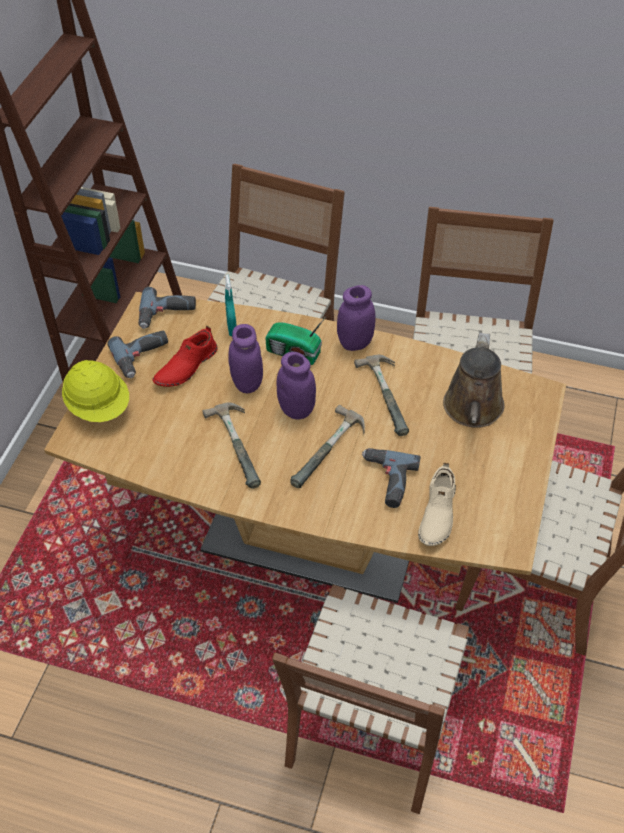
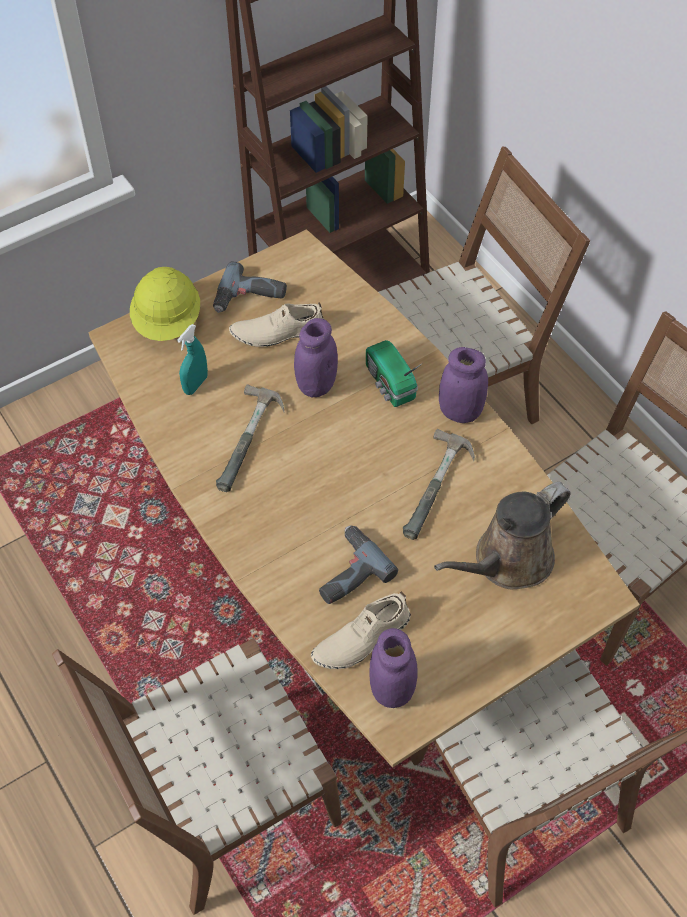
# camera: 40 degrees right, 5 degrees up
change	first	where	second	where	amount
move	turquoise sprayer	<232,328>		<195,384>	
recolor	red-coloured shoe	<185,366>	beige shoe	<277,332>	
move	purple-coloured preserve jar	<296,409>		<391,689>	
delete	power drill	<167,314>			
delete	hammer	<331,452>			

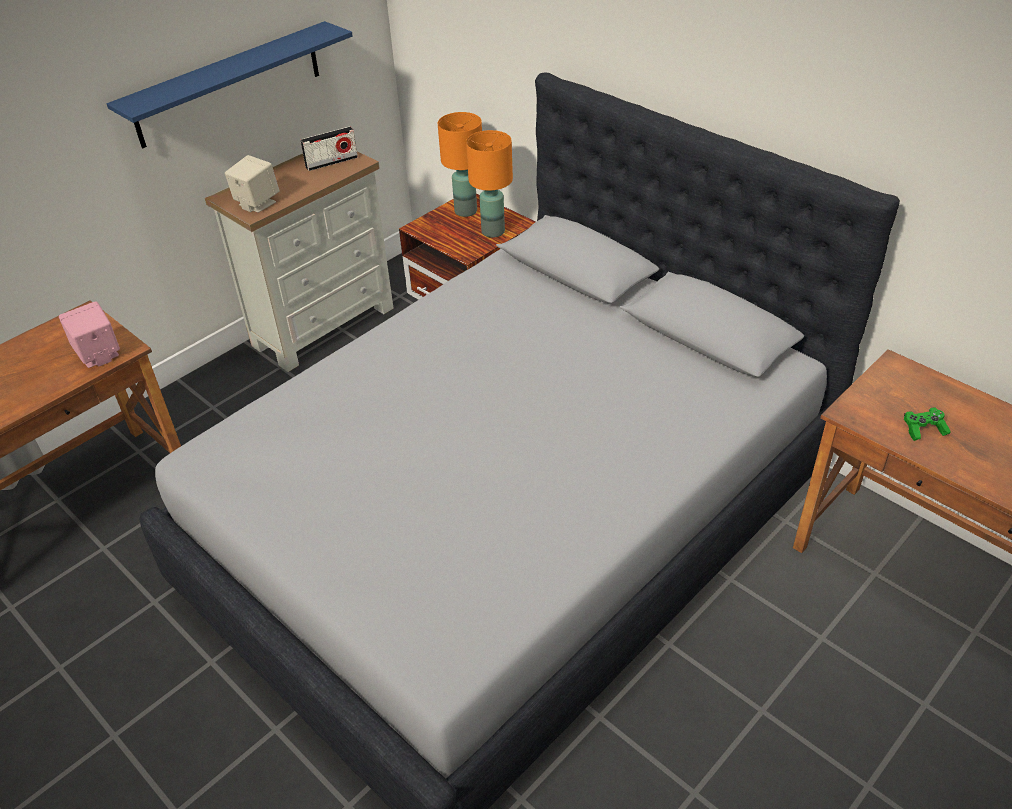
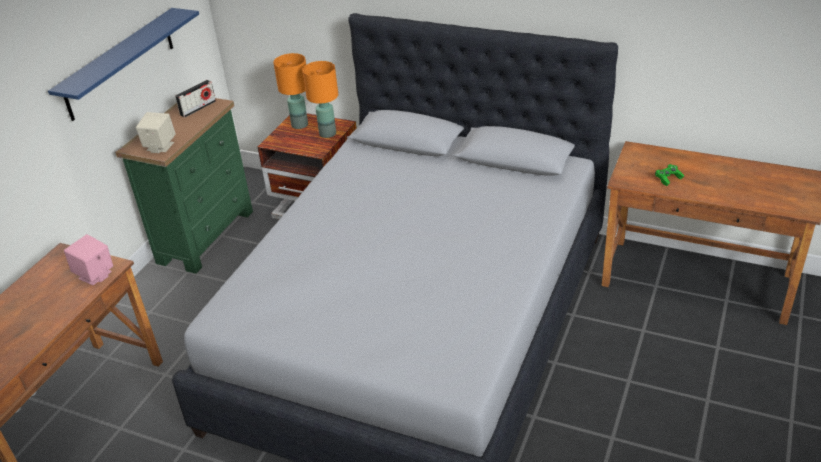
# camera: 20 degrees left, 5 degrees down
change	first	where	second	where	amount
recolor	white-coloured drawer chest	<325,326>	green-coloured drawer chest	<207,236>	

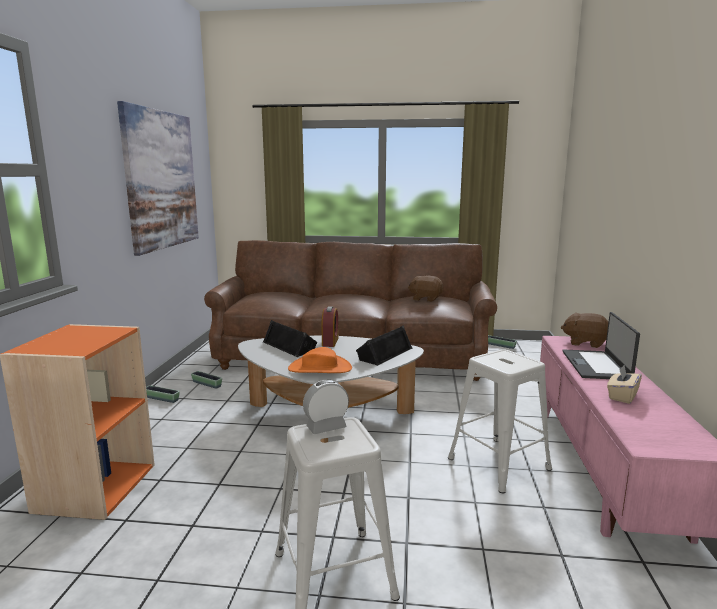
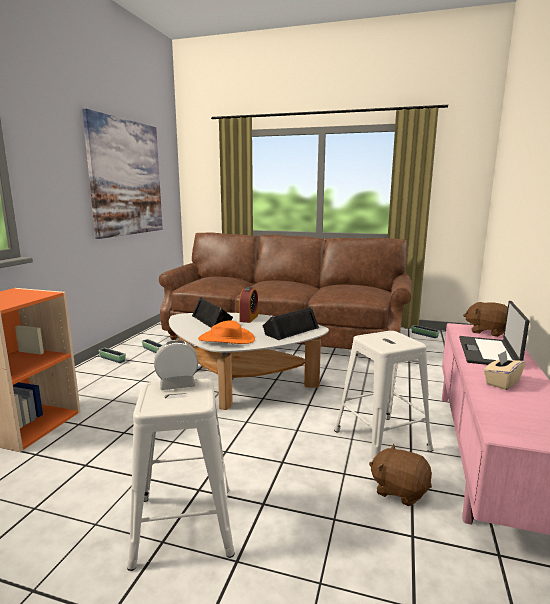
# camera: 10 degrees right, 0 degrees up
change	first	where	second	where	amount
move	brownish plush toy	<426,299>		<399,490>	

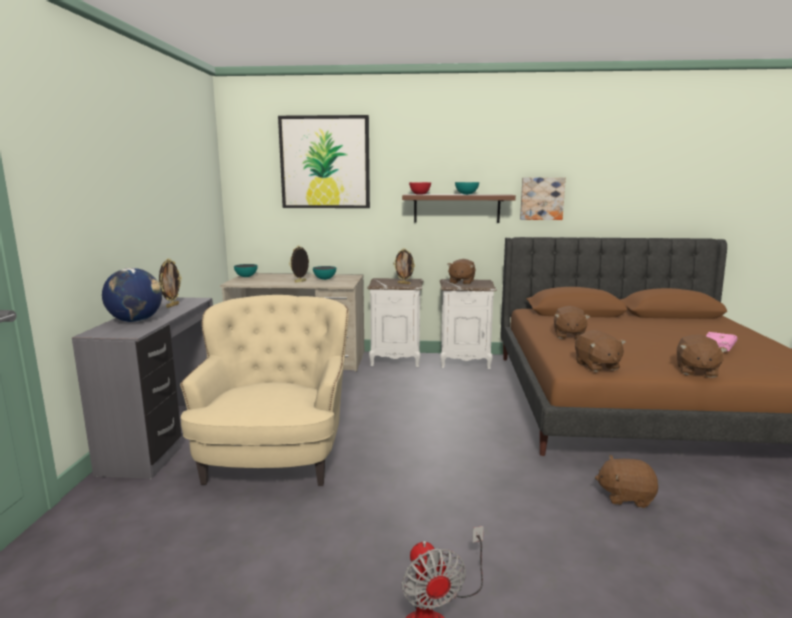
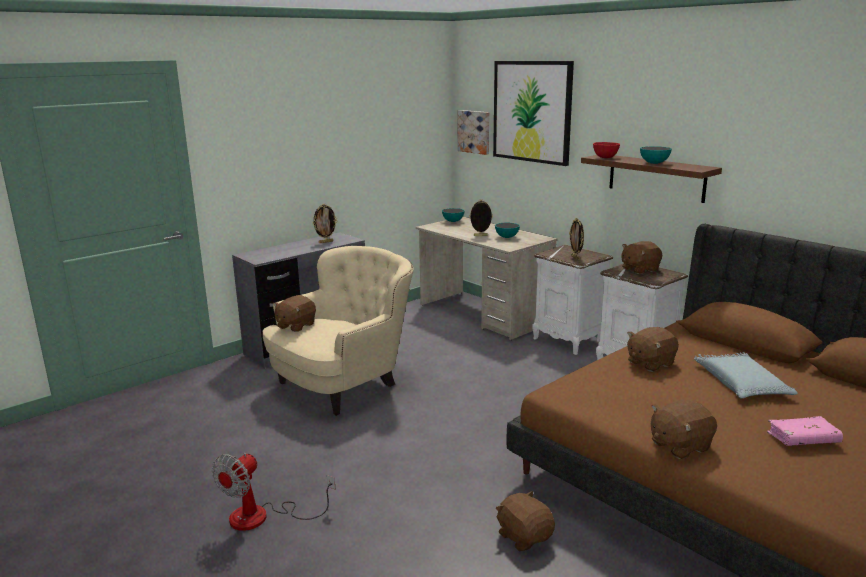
# camera: 45 degrees right, 5 degrees up
change	first	where	second	where	amount
move	brownish plush toy	<596,366>		<295,326>	
move	wall art	<541,198>		<474,131>	
insert			bluish throw pillow	<741,382>	
delete	desk globe	<136,321>			

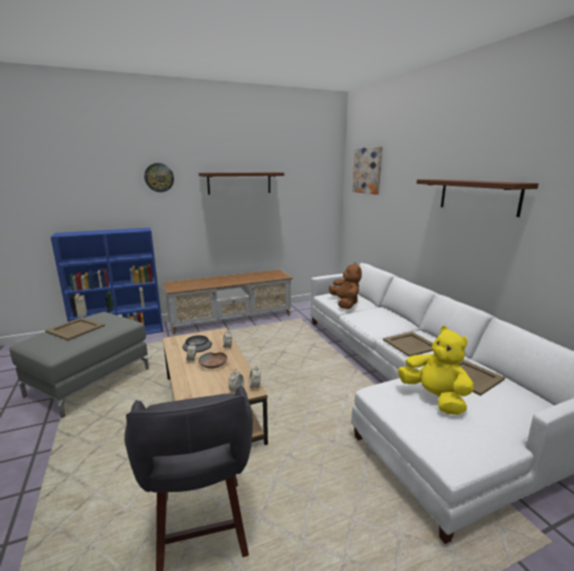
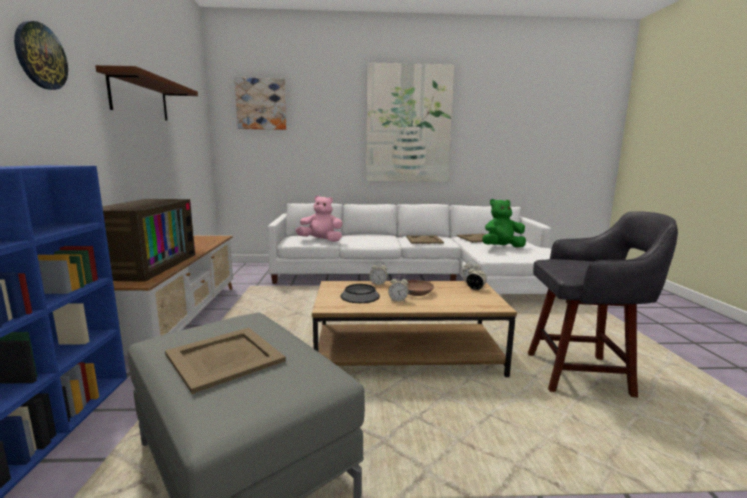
# camera: 70 degrees left, 5 degrees down
change	first	where	second	where	amount
insert			television	<146,265>	
recolor	brownish plush toy	<345,303>	pinkish plush toy	<321,240>	
replace	brownish shelf	<478,196>	wall art	<408,124>	
recolor	yellow-coloured plush toy	<434,398>	green-coloured plush toy	<501,247>	

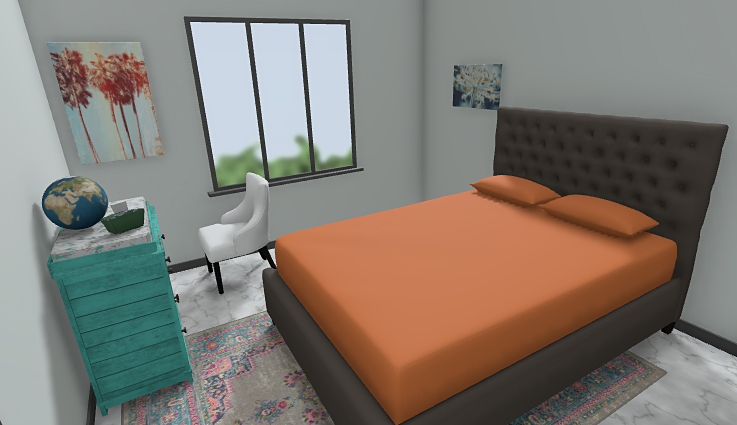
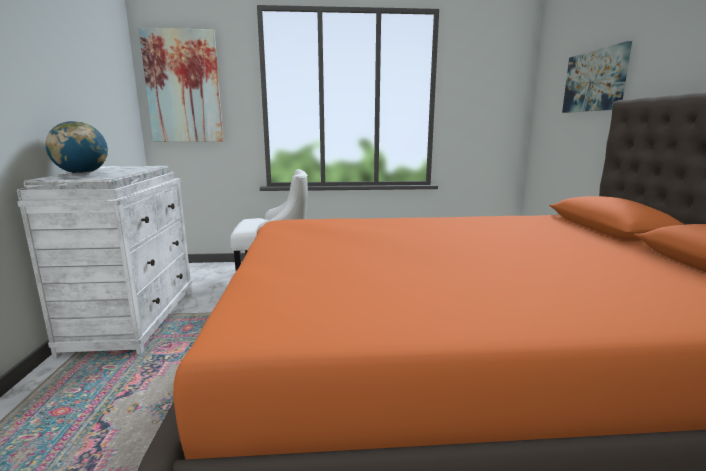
# camera: 25 degrees right, 5 degrees down
change	first	where	second	where	amount
recolor	turquoise drawer chest	<146,353>	white-coloured drawer chest	<134,319>	
delete	green-coloured tissue box	<126,228>			

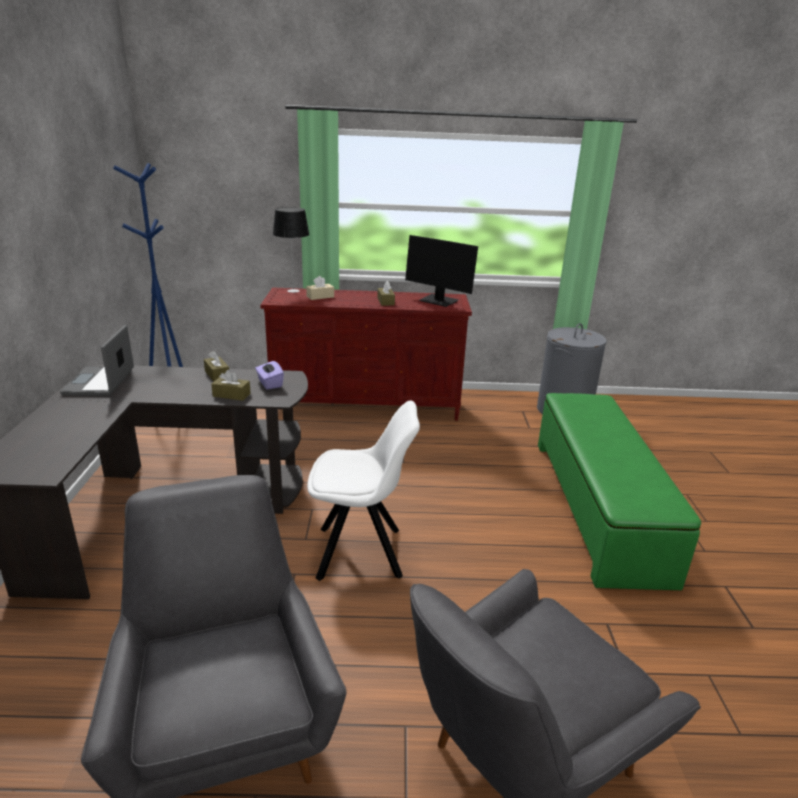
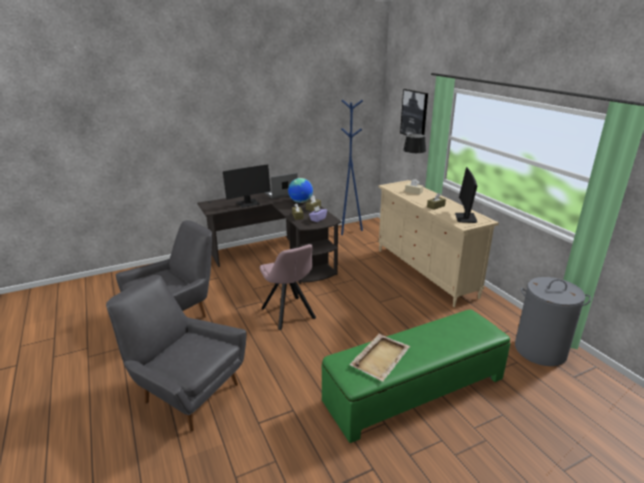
# camera: 65 degrees right, 0 degrees up
change	first	where	second	where	amount
insert			computer screen	<248,203>	
recolor	white-coloured upright chair	<360,553>	pinkish upright chair	<288,313>	
insert			desk globe	<300,202>	
insert			beige carrying tray	<381,358>	
recolor	red-coloured drawer chest	<366,407>	beige drawer chest	<425,272>	
insert			wall art	<414,114>	

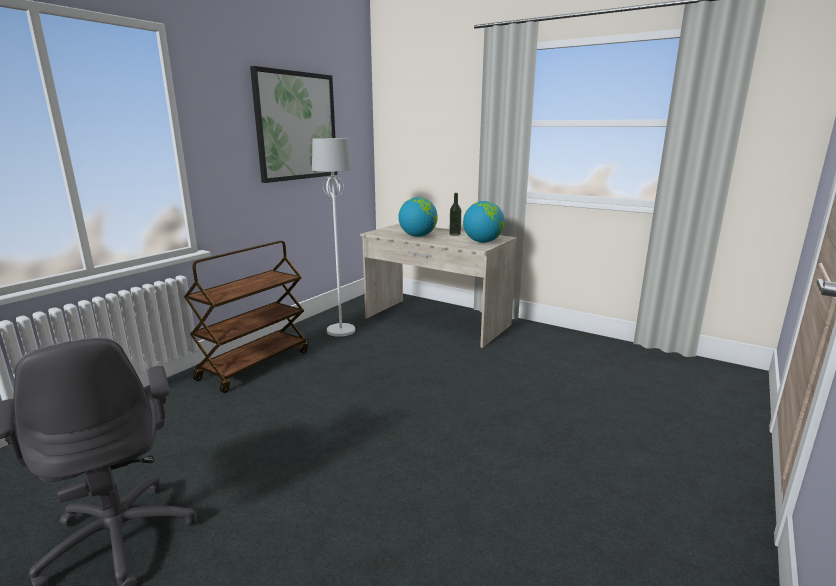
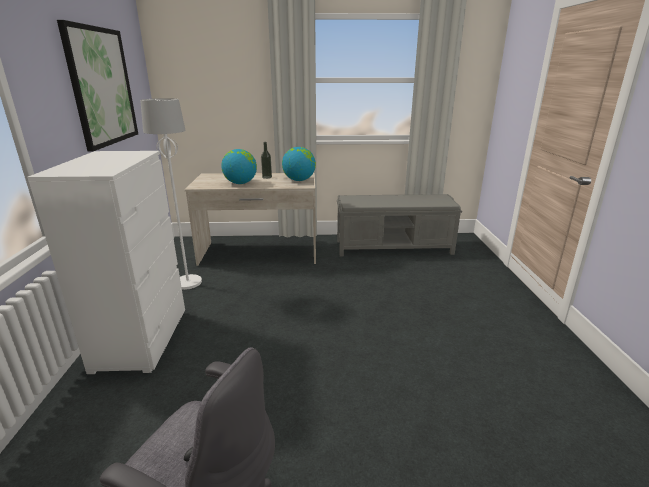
# camera: 35 degrees left, 5 degrees up
change	first	where	second	where	amount
replace	brownish trolley	<255,364>	white-coloured drawer chest	<142,339>	
insert			gray bench	<394,247>	

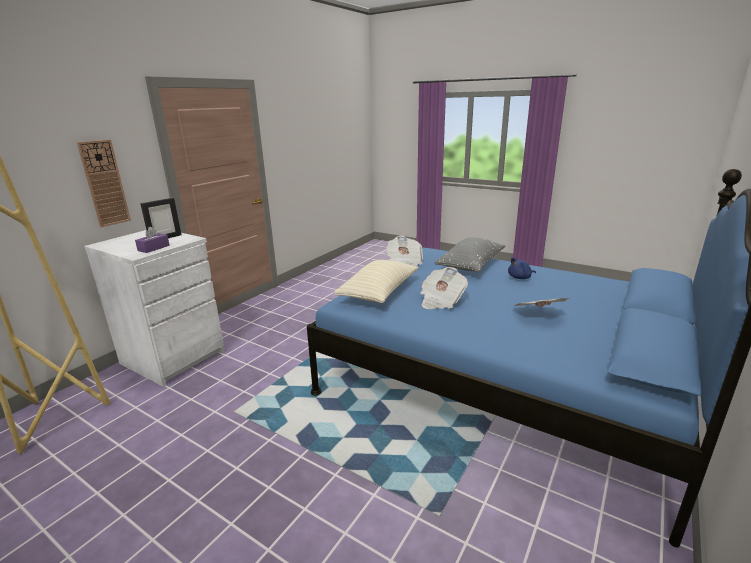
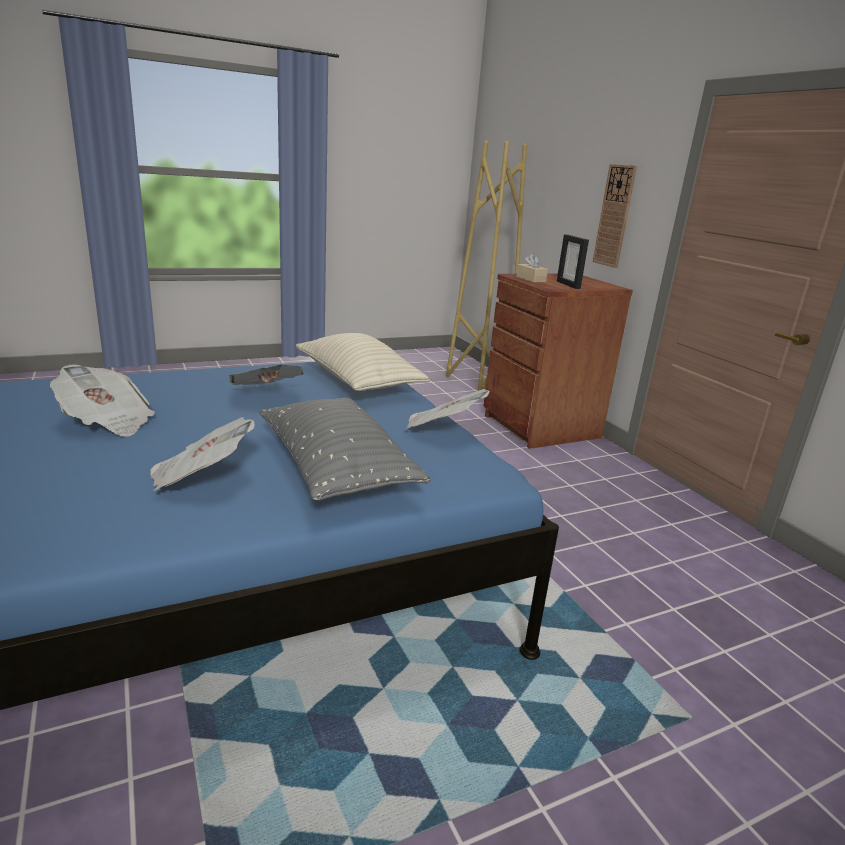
# camera: 120 degrees right, 0 degrees up
change	first	where	second	where	amount
replace	bluish plush toy	<520,278>	printed paper	<200,477>	
recolor	white-coloured drawer chest	<174,357>	brownish drawer chest	<541,427>	
recolor	purple-coloured tissue box	<154,248>	beige tissue box	<530,279>	

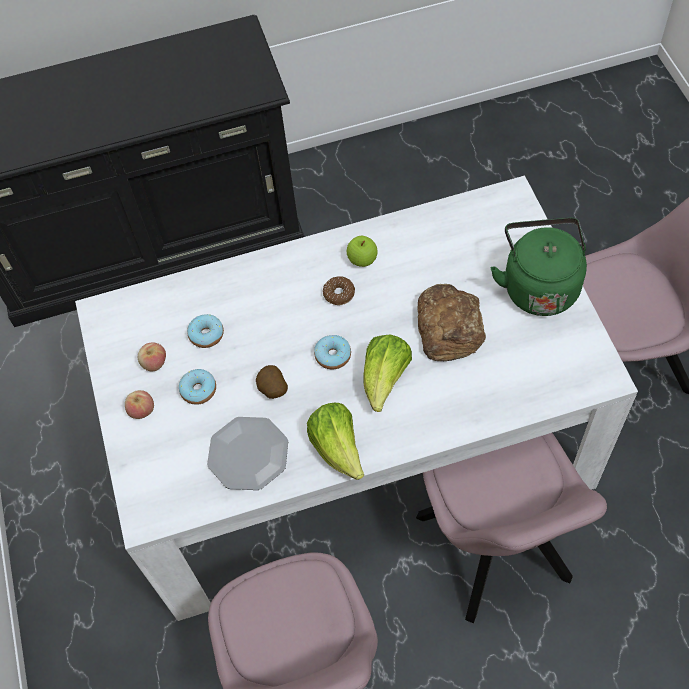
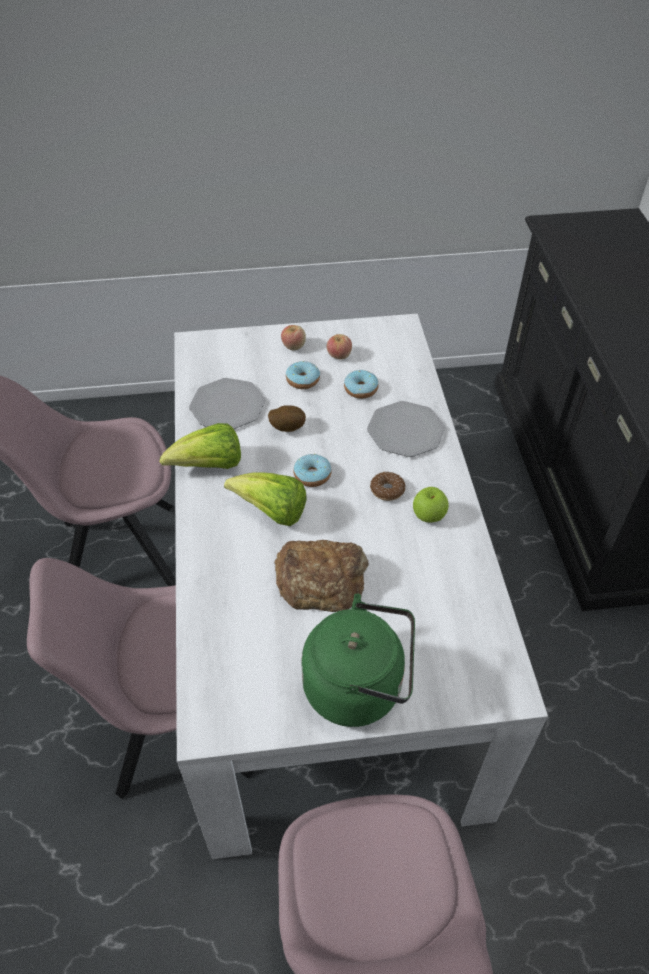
# camera: 95 degrees right, 10 degrees down
change	first	where	second	where	amount
insert			dinner plate	<405,430>	

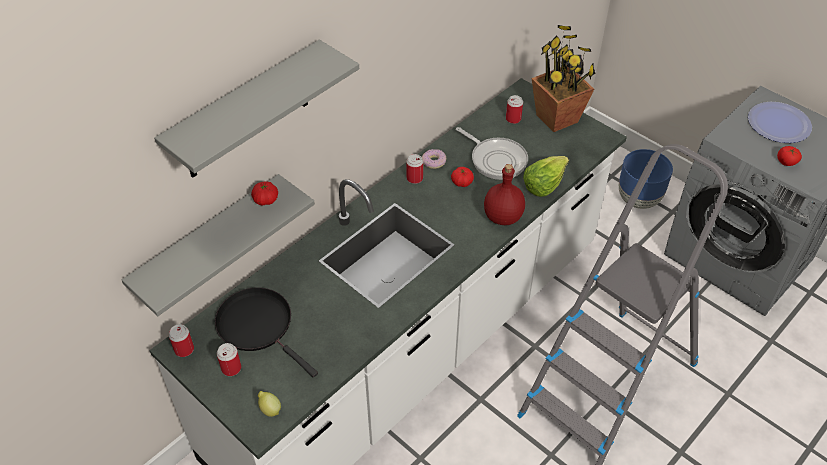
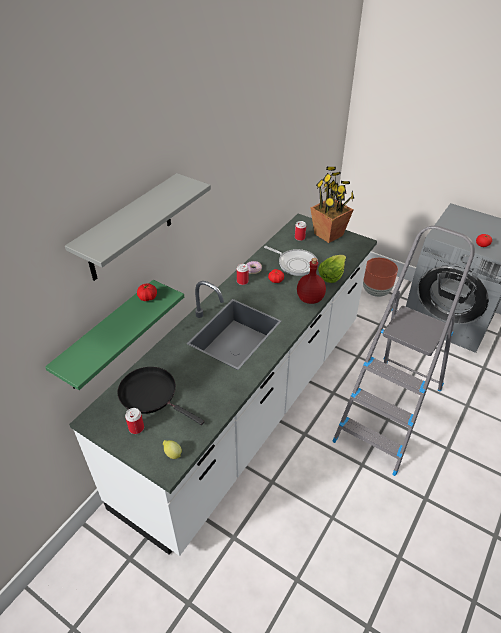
# camera: 10 degrees left, 5 degrees down
change	first	where	second	where	amount
recolor	gray shelf	<209,245>	green-coloured shelf	<108,336>	
recolor	bluish planter	<639,200>	brownish planter	<376,292>	
delete	can	<184,349>			
delete	dinner plate	<778,123>			

